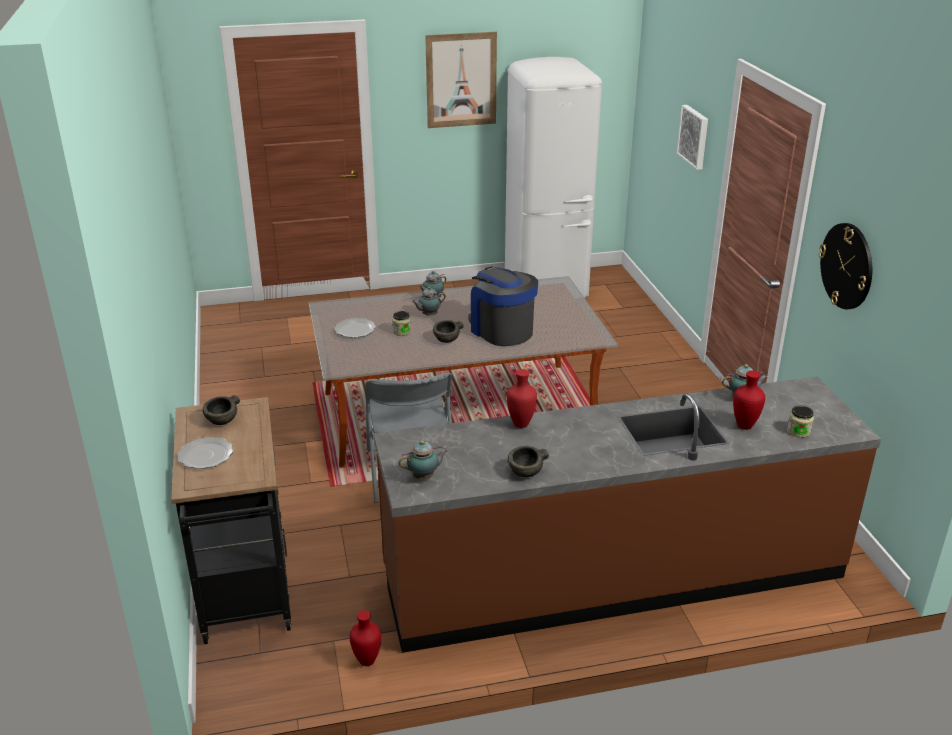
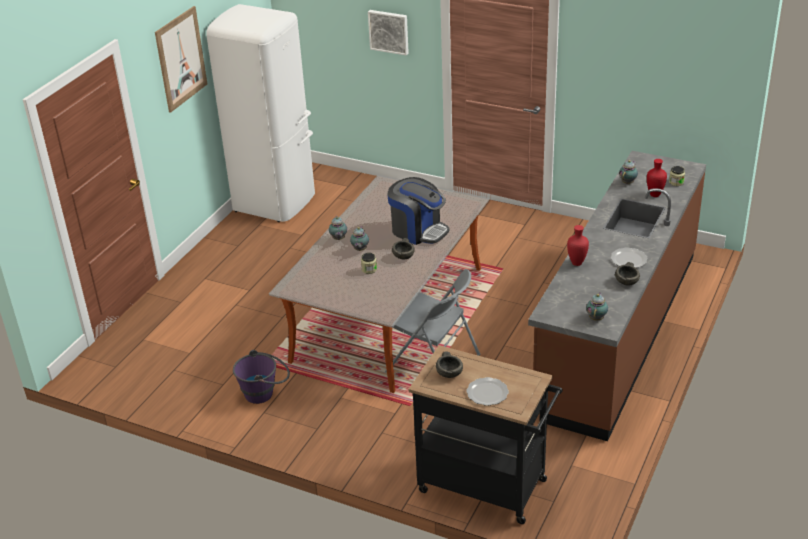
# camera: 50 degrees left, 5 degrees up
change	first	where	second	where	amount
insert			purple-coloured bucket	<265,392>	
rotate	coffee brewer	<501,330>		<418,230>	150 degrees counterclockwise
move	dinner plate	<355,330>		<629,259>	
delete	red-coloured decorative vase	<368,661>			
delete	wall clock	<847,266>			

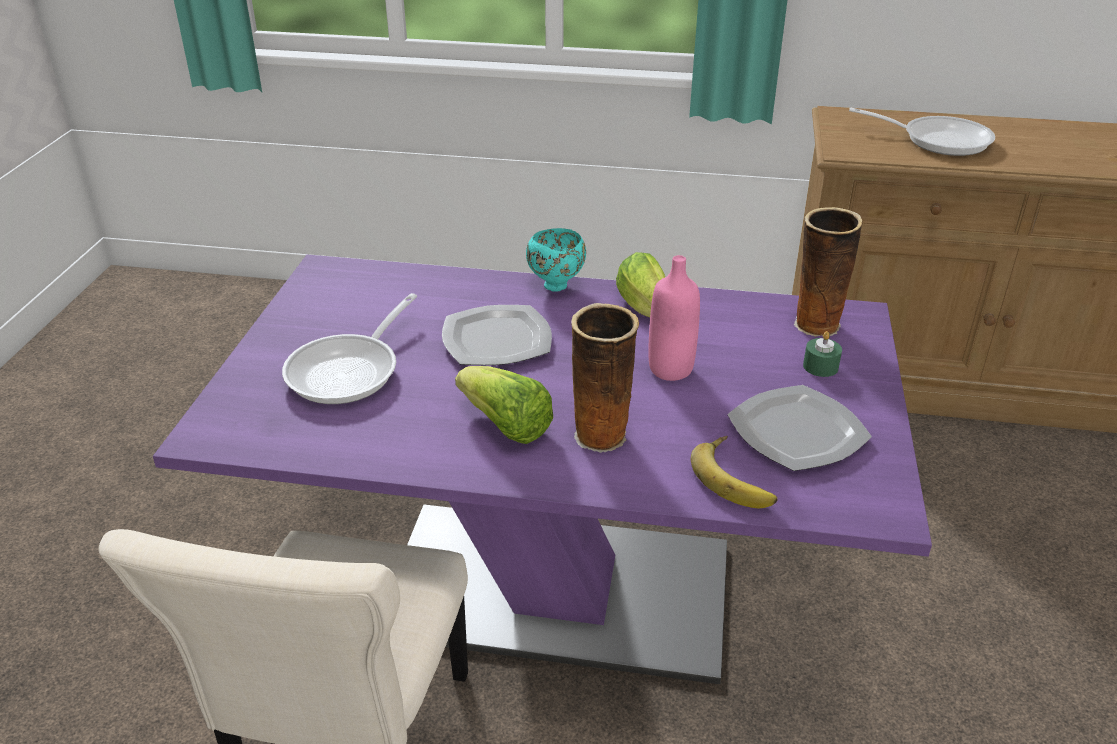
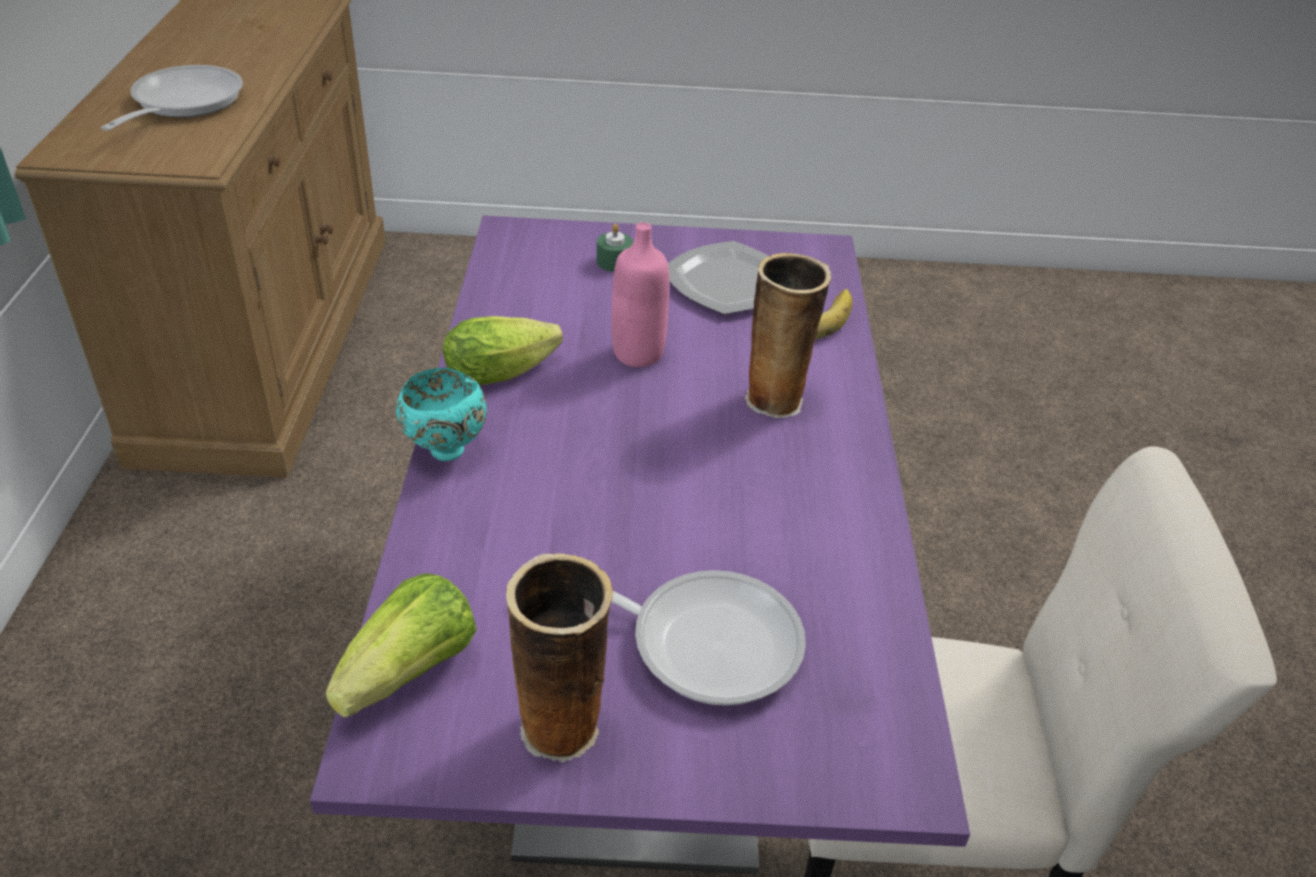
# camera: 100 degrees left, 5 degrees up
change	first	where	second	where	amount
move	lettuce head	<505,426>		<411,671>	
move	decorative vase	<815,325>		<562,730>	
delete	dinner plate	<498,340>			

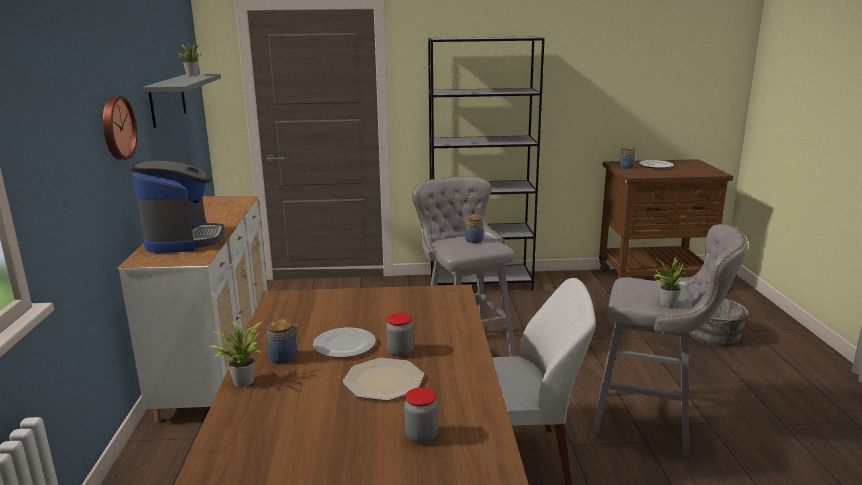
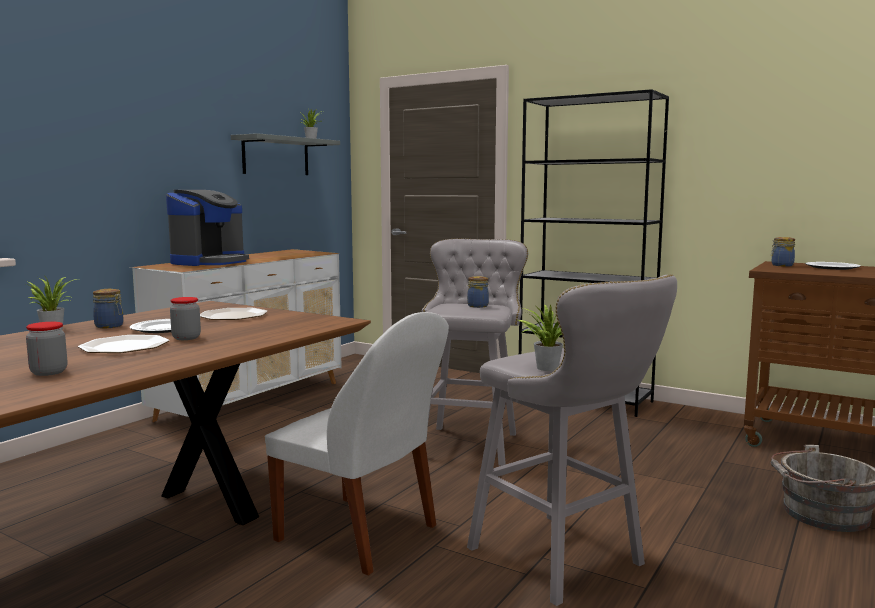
# camera: 35 degrees right, 10 degrees down
change	first	where	second	where	amount
insert			dinner plate	<234,316>	
delete	wall clock	<116,128>			

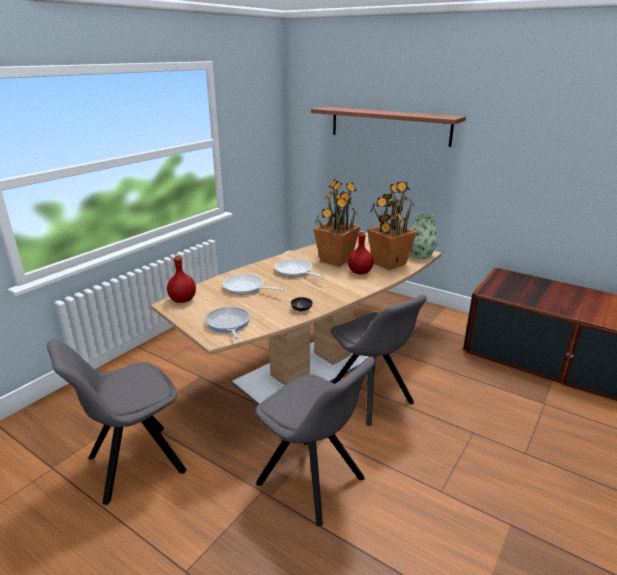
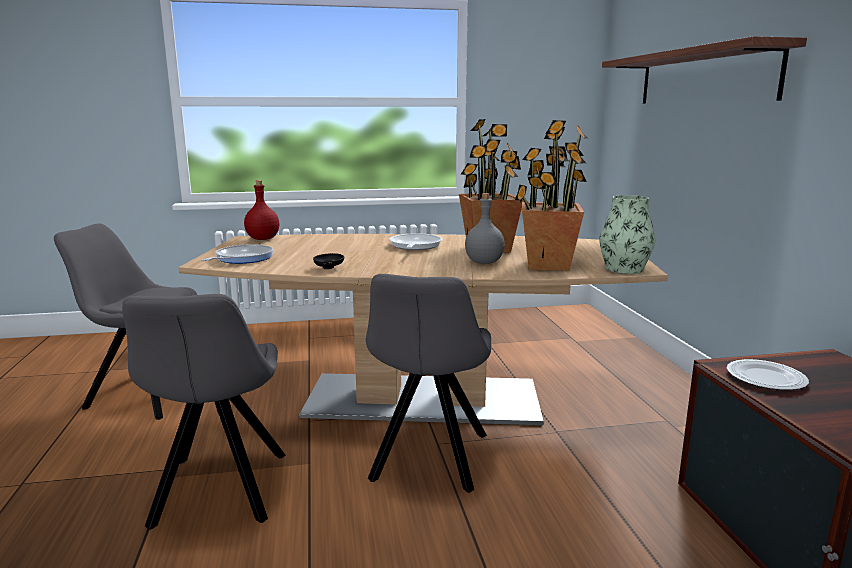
# camera: 45 degrees right, 10 degrees down
change	first	where	second	where	amount
recolor	red-coloured beverage bottle	<359,272>	gray beverage bottle	<483,262>	
insert			dinner plate	<764,378>	
delete	pan	<246,288>			

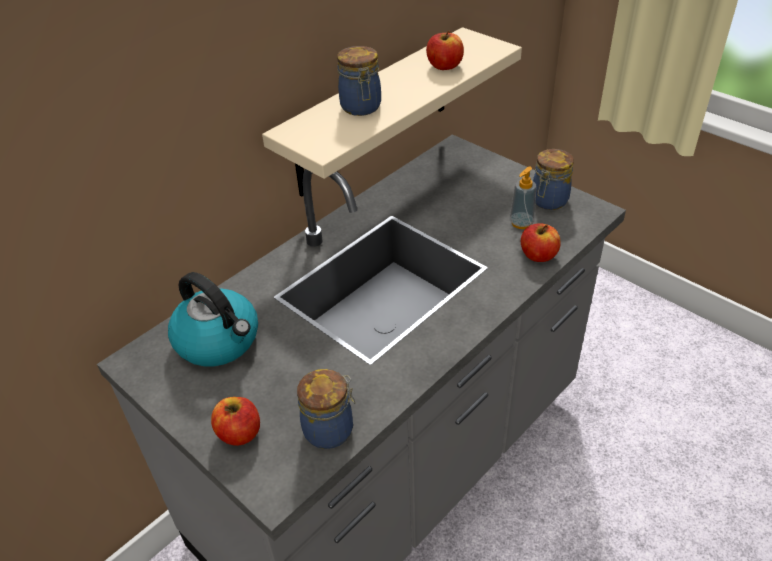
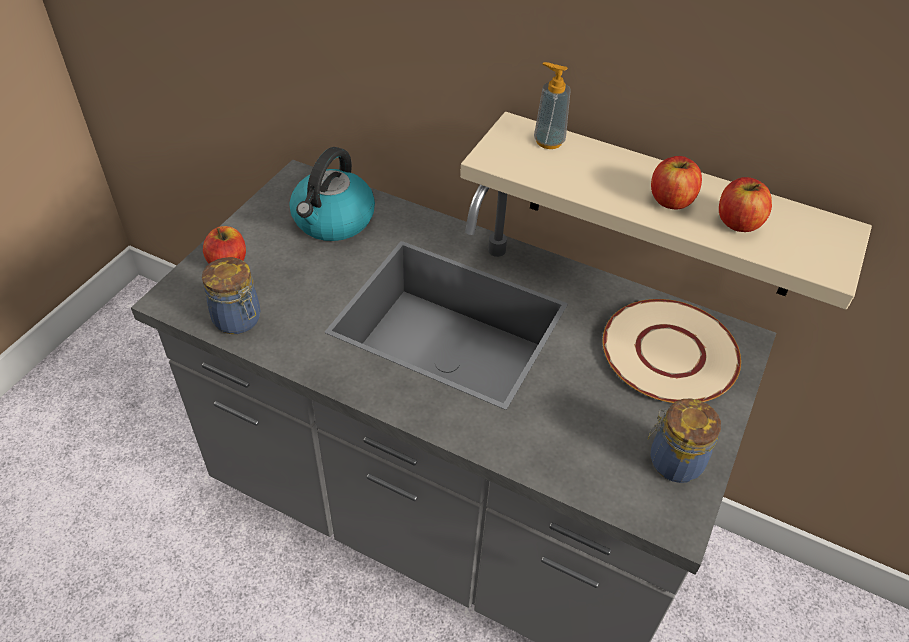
# camera: 70 degrees right, 5 degrees up
change	first	where	second	where	amount
move	soap bottle	<521,223>		<548,141>	
insert			beige dinner plate	<669,353>	
move	apple fruit	<538,255>		<671,200>	
delete	preserve jar	<361,108>			

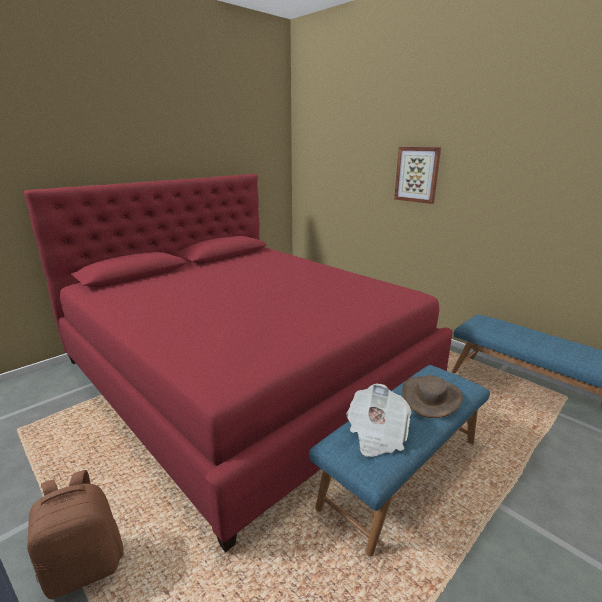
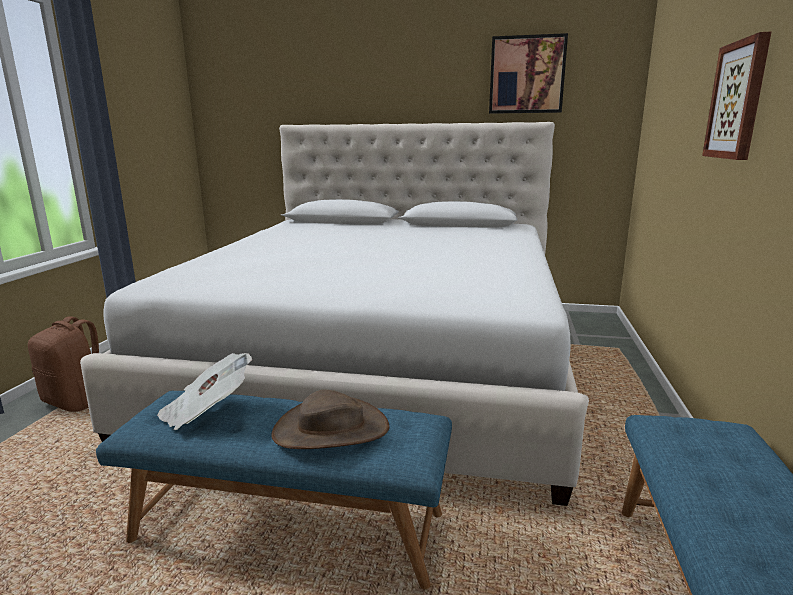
# camera: 55 degrees right, 5 degrees down
change	first	where	second	where	amount
recolor	red-coloured sleeping bed	<247,371>	white-coloured sleeping bed	<379,361>	
insert			wall art	<527,75>	

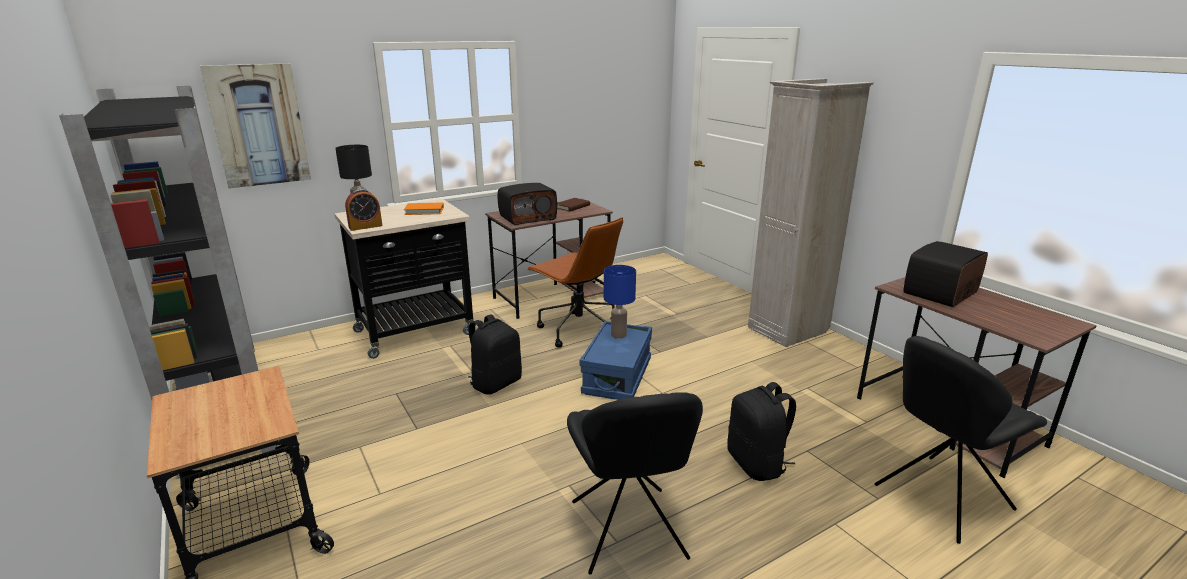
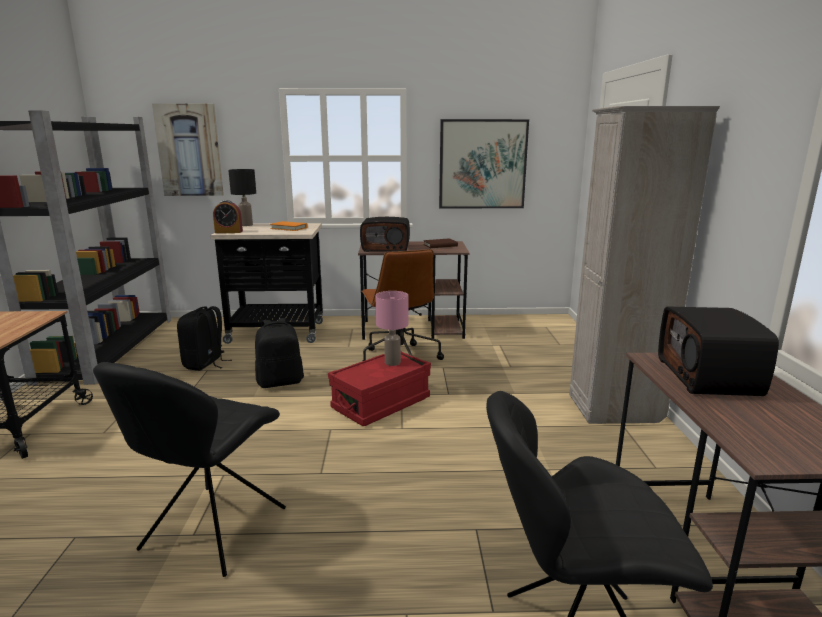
# camera: 30 degrees right, 5 degrees down
change	first	where	second	where	amount
move	black-coloured backpack	<757,464>		<205,364>	
recolor	bluish storage bin	<617,376>	red-coloured storage bin	<381,403>	
recolor	bluish table lamp	<619,335>	pinkish table lamp	<393,362>	
insert			wall art	<482,164>	
rotate	radio	<942,293>		<709,377>	75 degrees counterclockwise

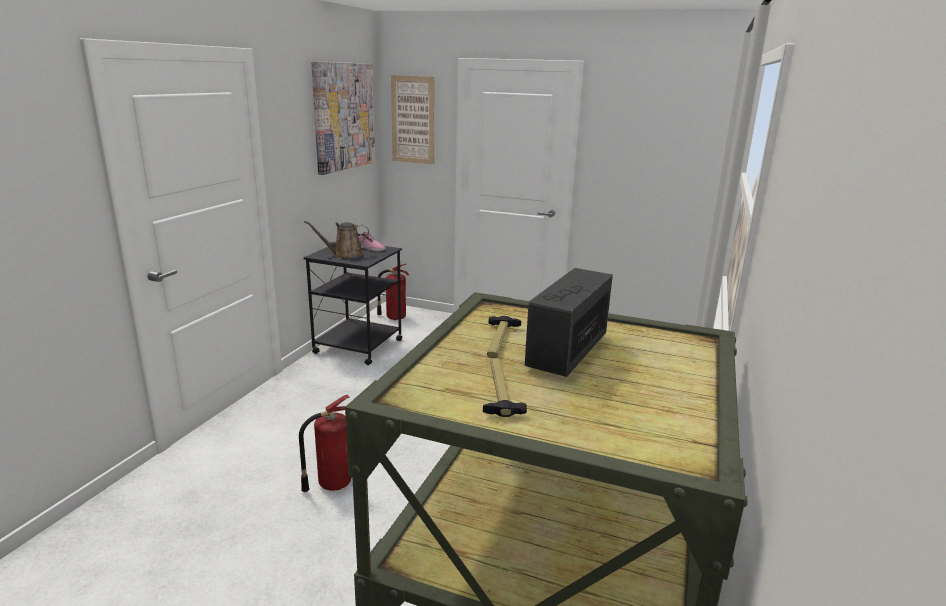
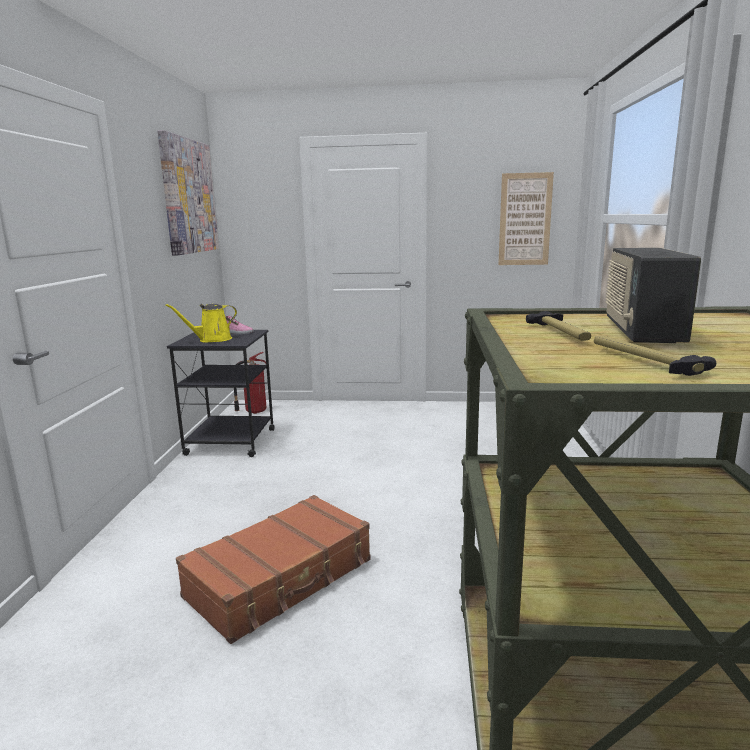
# camera: 15 degrees left, 5 degrees down
change	first	where	second	where	amount
recolor	brownish watering pot	<344,255>	yellow-coloured watering pot	<212,340>	
replace	extinguisher	<332,484>	brownish suitcase	<281,579>	
move	wall art	<413,120>		<525,219>	

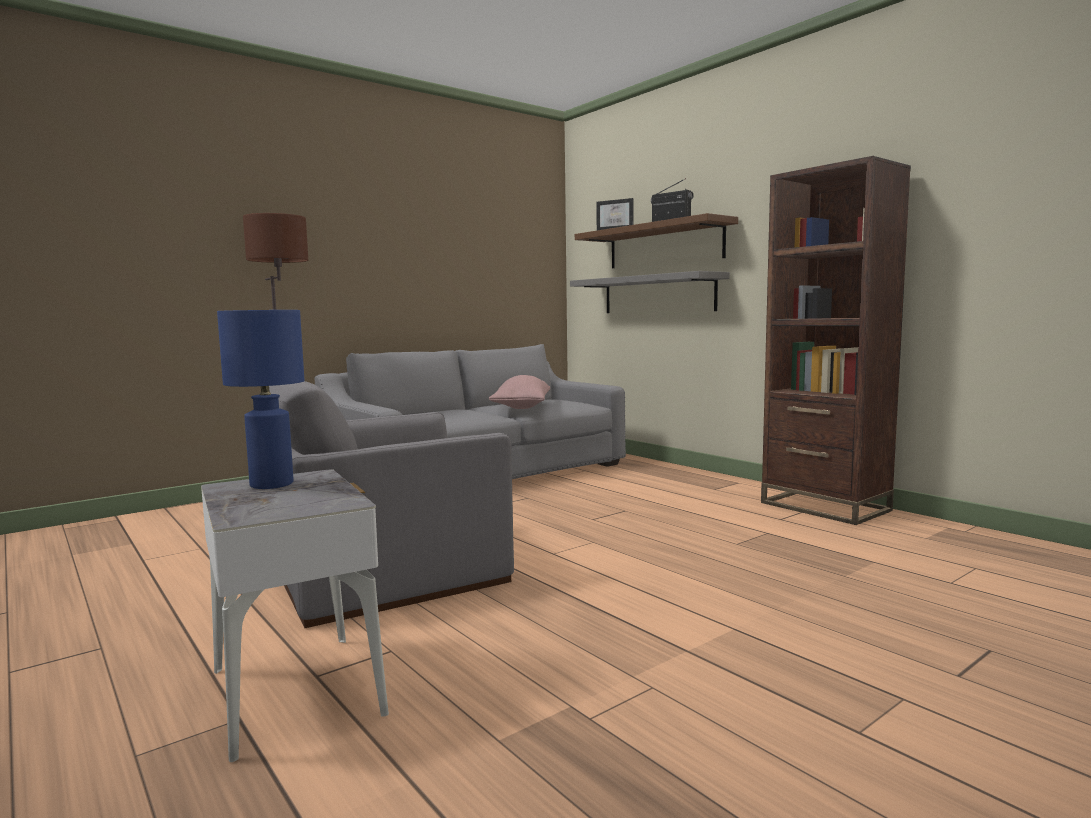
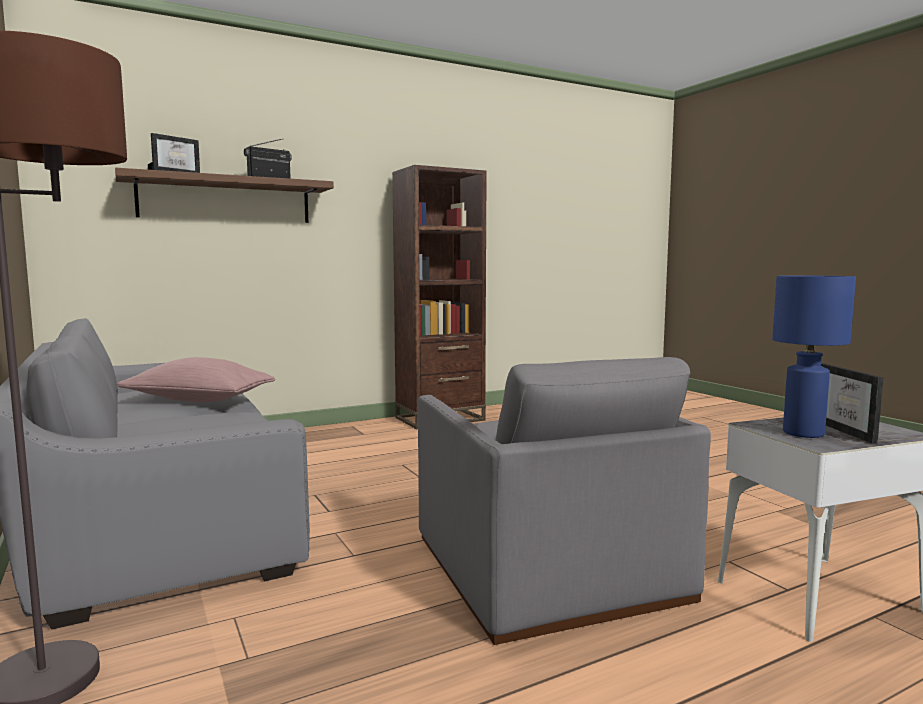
# camera: 80 degrees left, 0 degrees up
change	first	where	second	where	amount
insert			photo frame	<854,432>	
delete	gray shelf	<657,294>			

